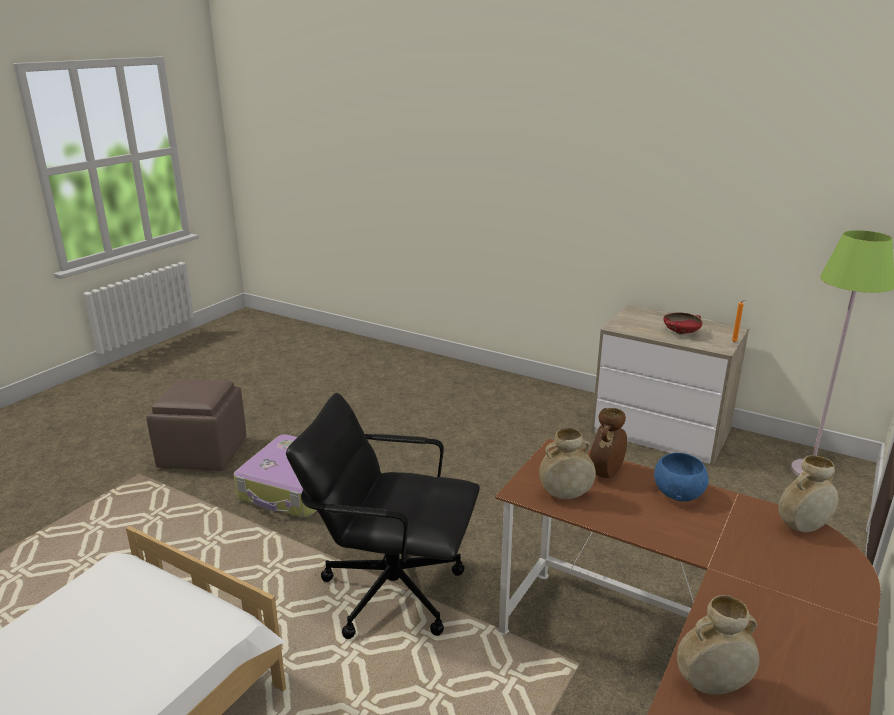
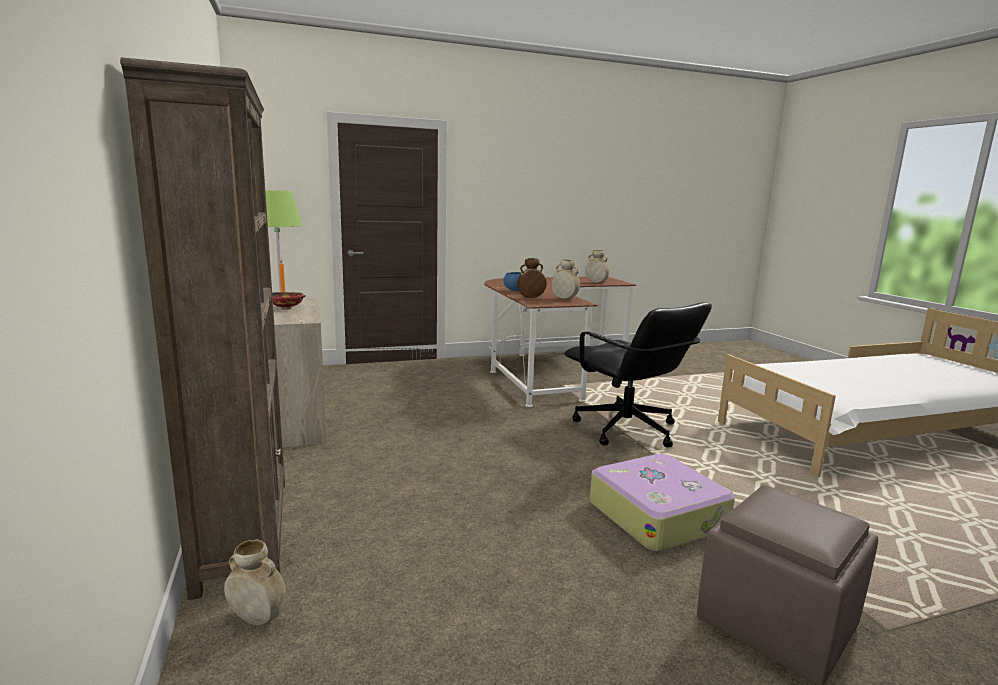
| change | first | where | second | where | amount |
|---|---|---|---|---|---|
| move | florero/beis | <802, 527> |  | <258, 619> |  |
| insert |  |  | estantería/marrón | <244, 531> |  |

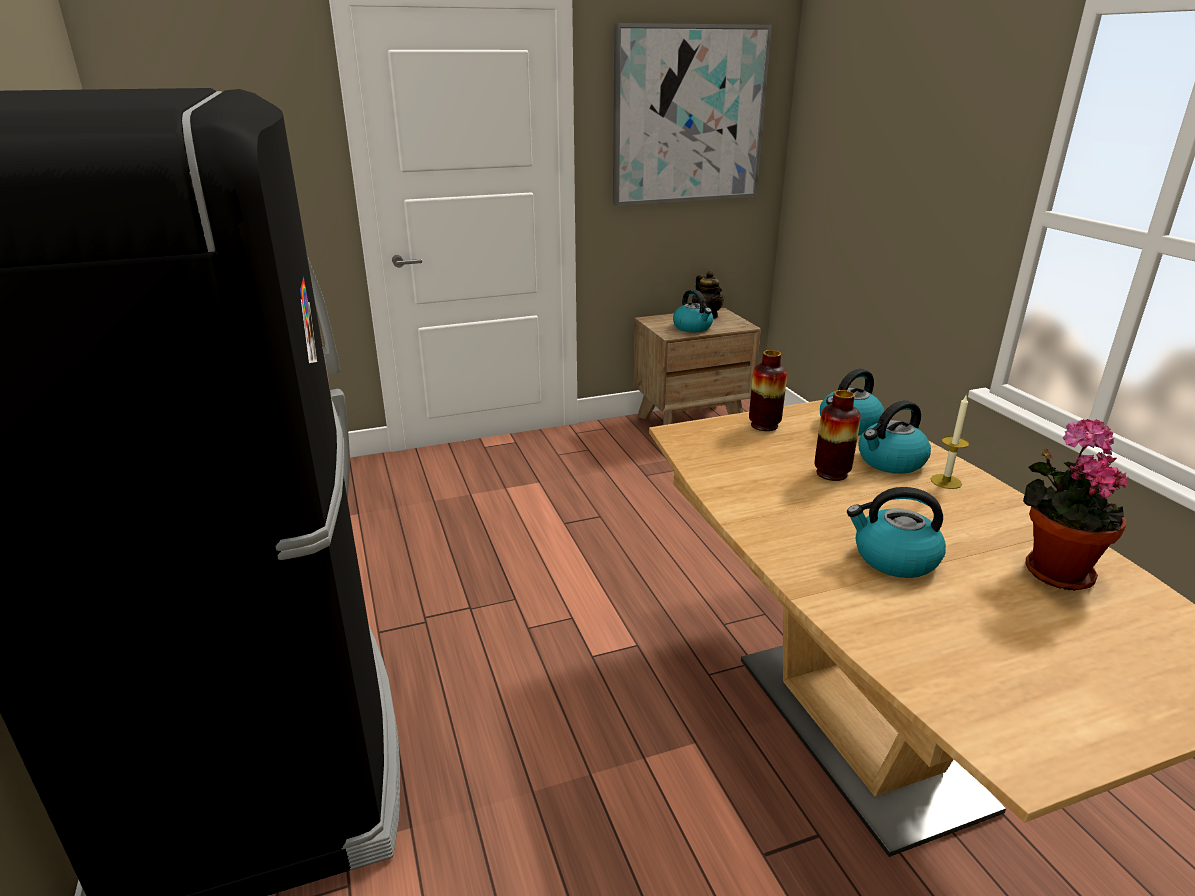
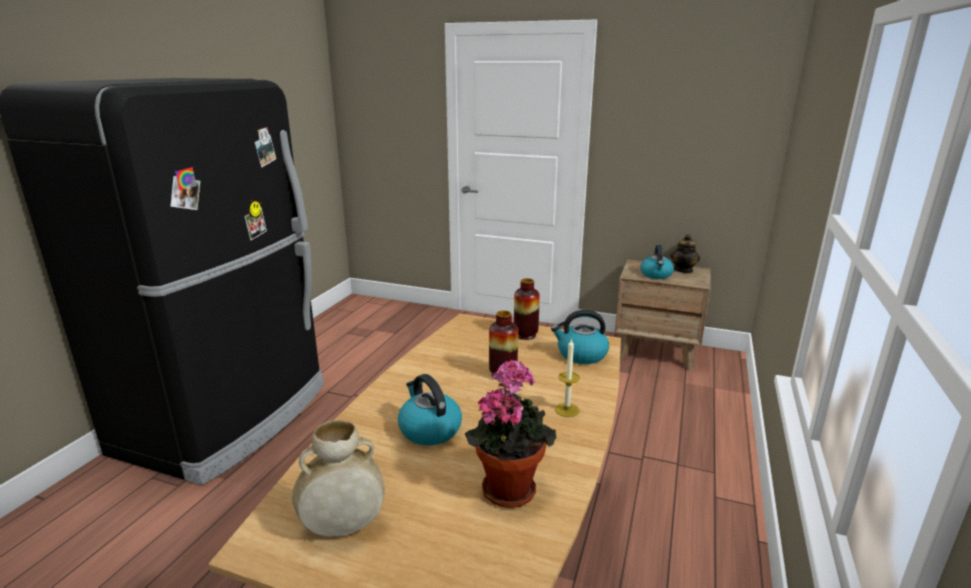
| change | first | where | second | where | amount |
|---|---|---|---|---|---|
| delete | cuadro | <689, 116> |  |  |  |
| delete | hervidor | <890, 461> |  |  |  |
| insert |  |  | florero/beis | <343, 527> |  |

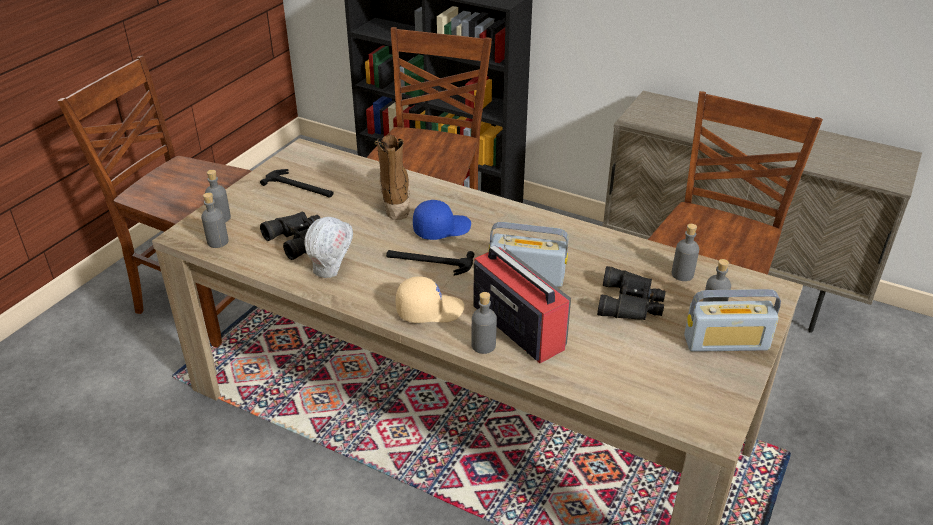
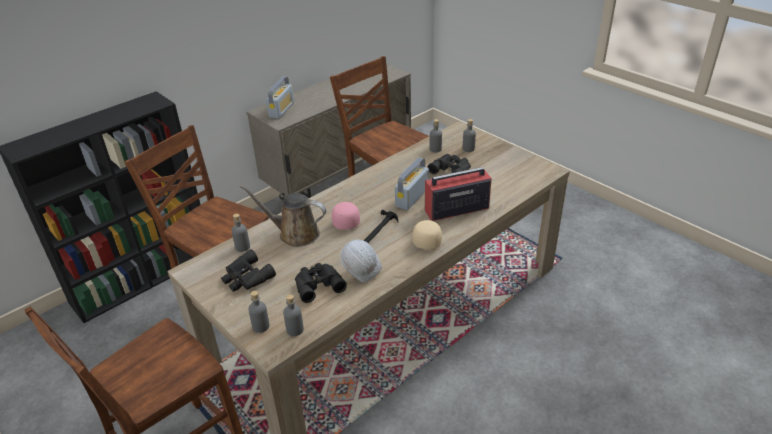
| change | first | where | second | where | amount |
|---|---|---|---|---|---|
| replace | bota | <394, 198> | regadera/marrón | <295, 233> |  |
| replace | martillo | <300, 187> | prismáticos/negro | <246, 277> |  |
| recolor | gorra/azul | <441, 228> | gorra/rosa | <345, 219> |  |
| move | radio | <726, 343> |  | <281, 110> |  |
| move | botella/gris | <483, 345> |  | <242, 247> |  |

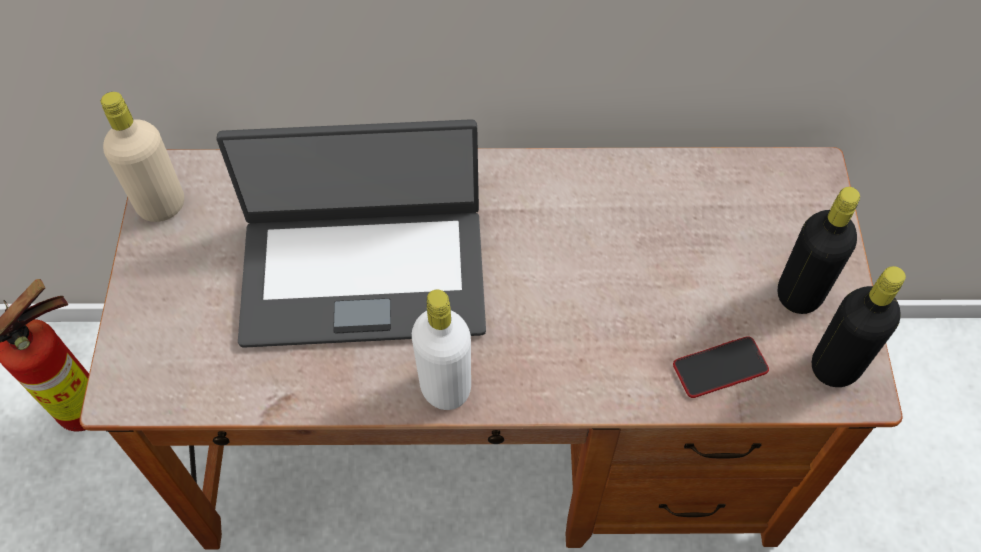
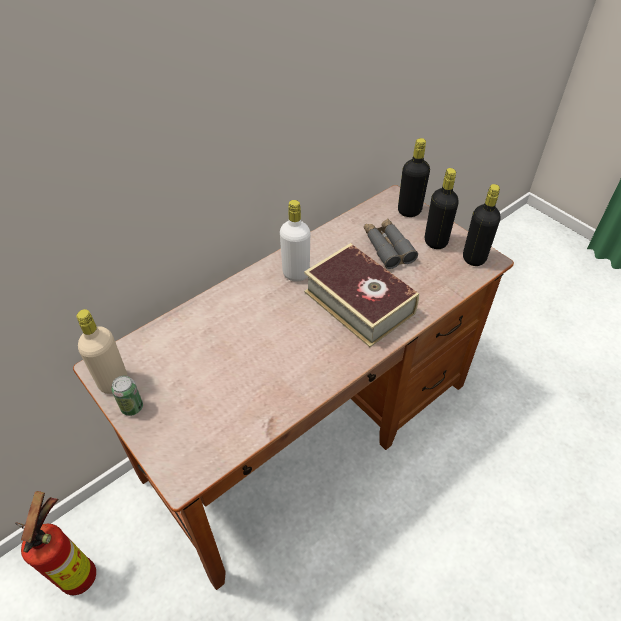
| change | first | where | second | where | amount |
|---|---|---|---|---|---|
| delete | portátil | <363, 273> |  |  |  |
| move | botella/blanco | <445, 388> |  | <296, 273> |  |
| delete | móvil | <720, 368> |  |  |  |
| insert |  |  | botella/negro | <409, 211> |  |
| insert |  |  | prismáticos/gris | <387, 247> |  |
| insert |  |  | libro | <359, 302> |  |
| insert |  |  | lata | <132, 407> |  |

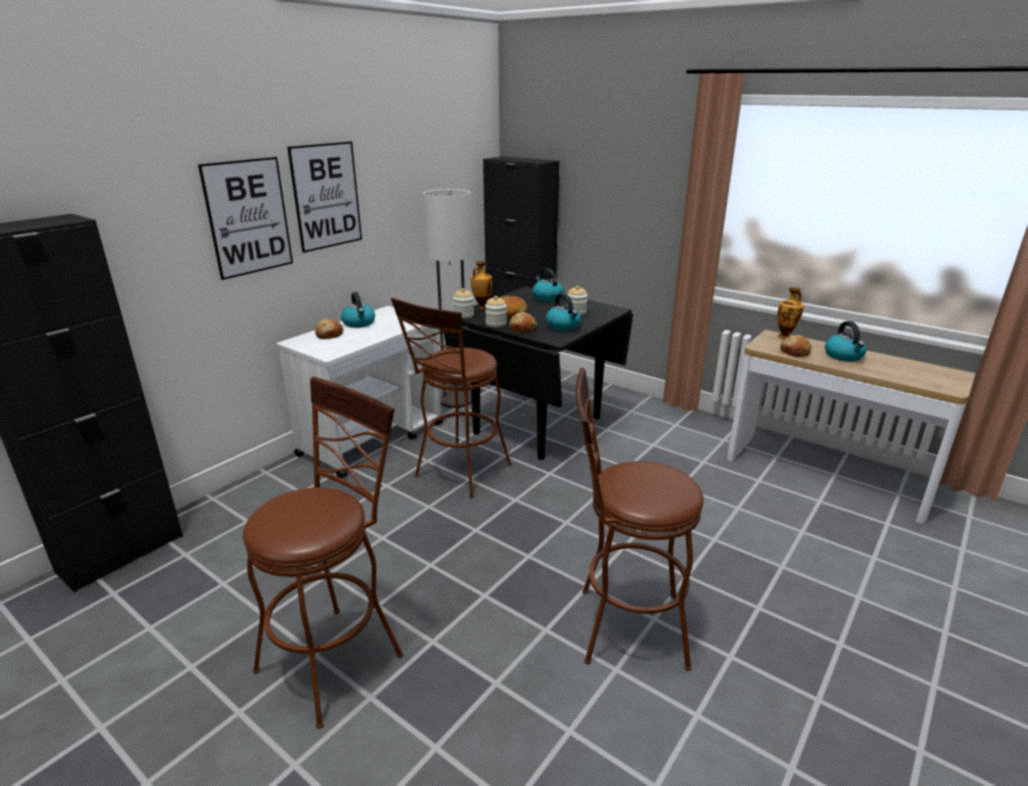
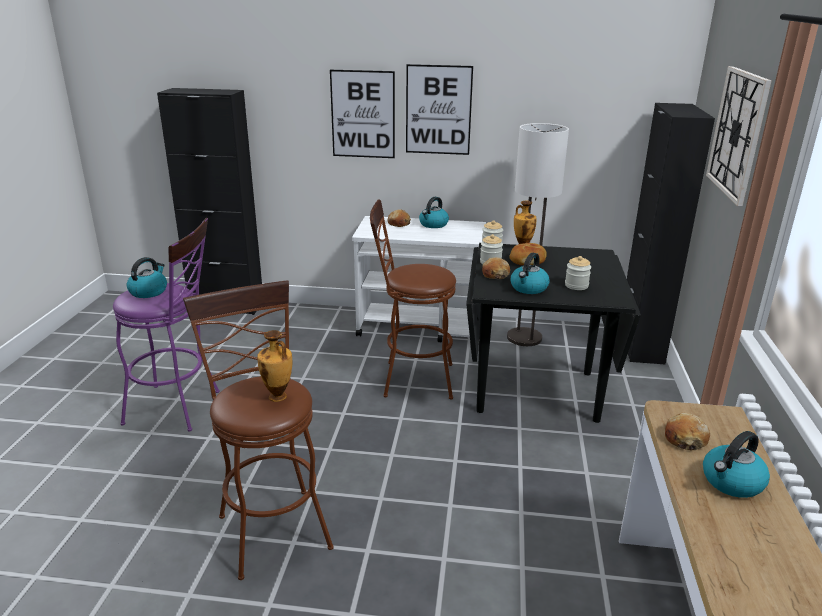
| change | first | where | second | where | amount |
|---|---|---|---|---|---|
| move | hervidor | <547, 297> |  | <149, 291> |  |
| move | florero | <785, 337> |  | <278, 397> |  |
| recolor | taburete/marrón | <339, 655> | taburete/morado | <180, 407> |  |
| insert |  |  | reloj de pared | <737, 133> |  |

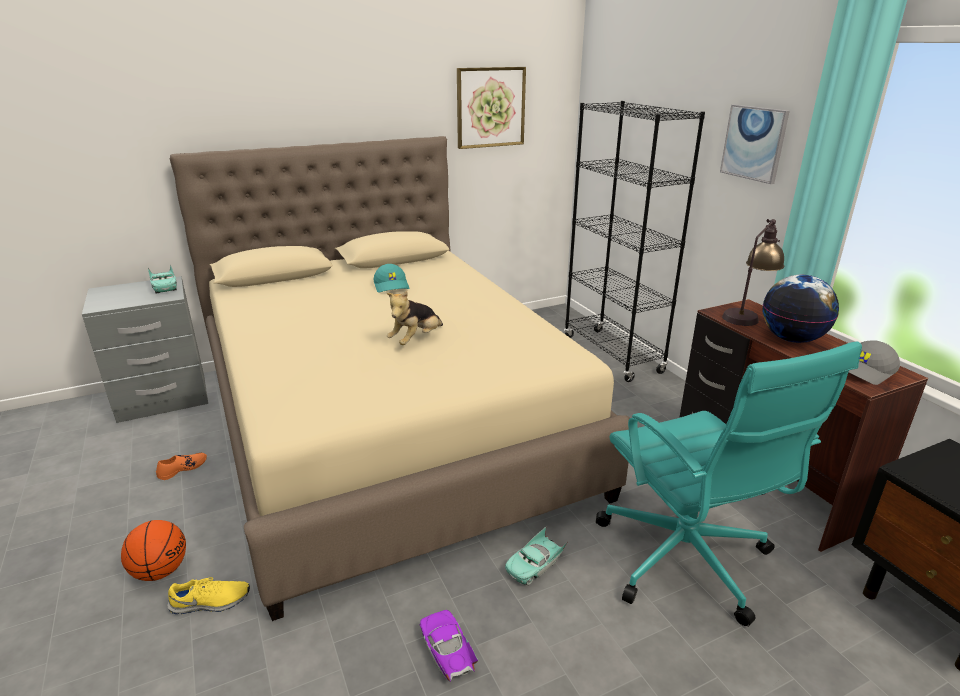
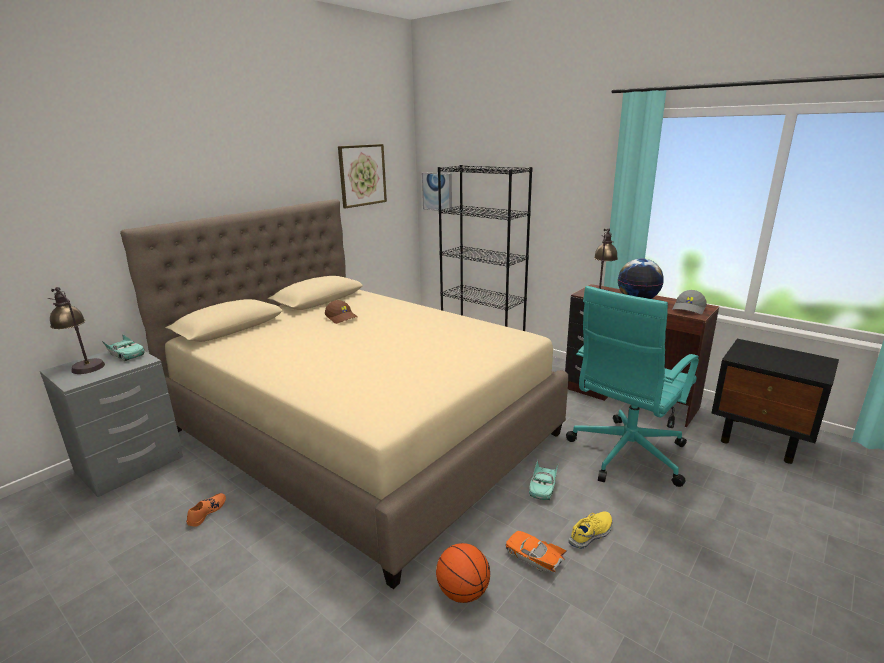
| change | first | where | second | where | amount |
|---|---|---|---|---|---|
| move | cuadro | <754, 143> |  | <437, 191> |  |
| recolor | gorra/turquesa | <392, 286> | gorra/marrón | <342, 317> |  |
| delete | peluche | <416, 340> |  |  |  |
| rotate | silla de oficina/turquesa | <686, 561> |  | <625, 455> | 90 degrees clockwise |
| move | balón de baloncesto | <160, 570> |  | <462, 592> |  |
| move | zapato/amarillo | <210, 602> |  | <591, 534> |  |
| recolor | coche de juguete/morado | <447, 651> | coche de juguete/naranja | <534, 557> |  |
| insert |  |  | lámpara de mesa | <83, 365> |  |

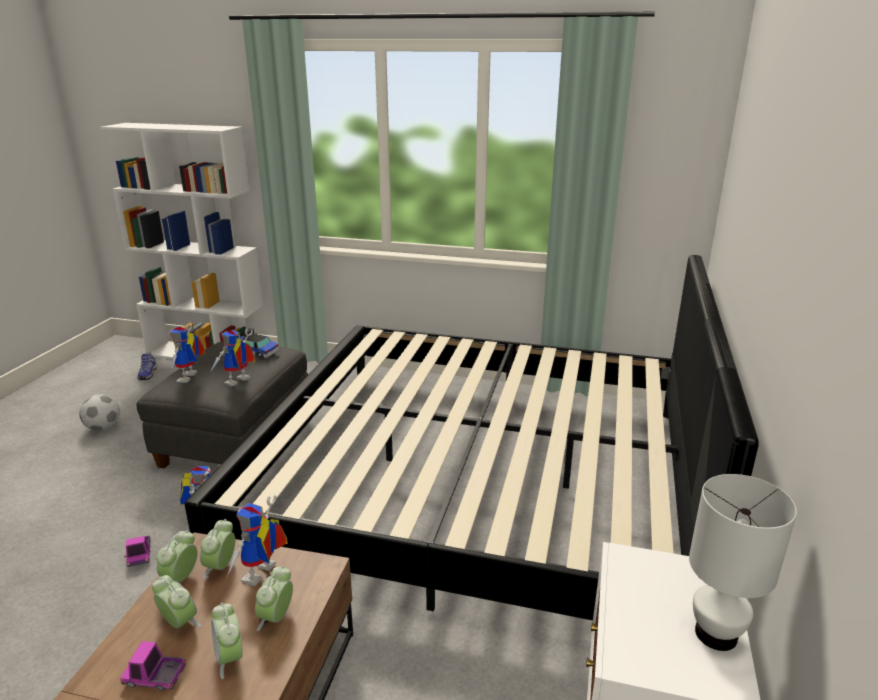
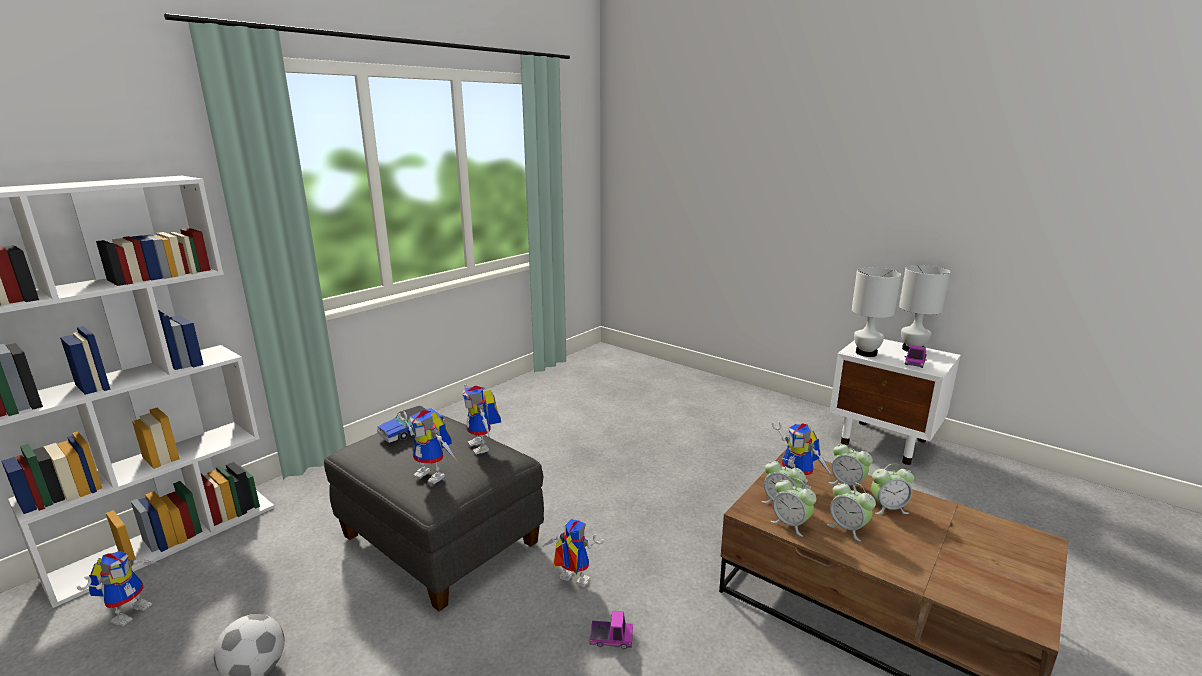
| change | first | where | second | where | amount |
|---|---|---|---|---|---|
| delete | cama | <478, 478> |  |  |  |
| replace | zapato | <147, 374> | robot de juguete | <131, 610> |  |
| rotate | despertador | <179, 623> |  | <848, 528> | 105 degrees counterclockwise |
| move | camión de juguete | <155, 676> |  | <915, 363> |  |
| insert |  |  | lámpara de mesa/blanco | <865, 353> |  |

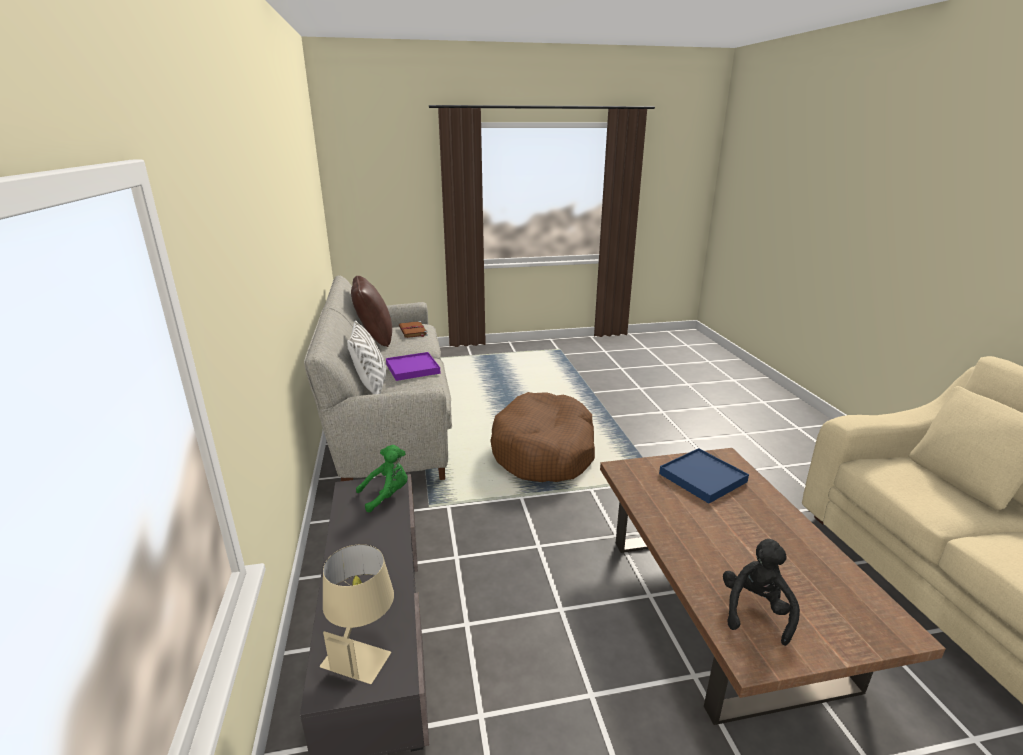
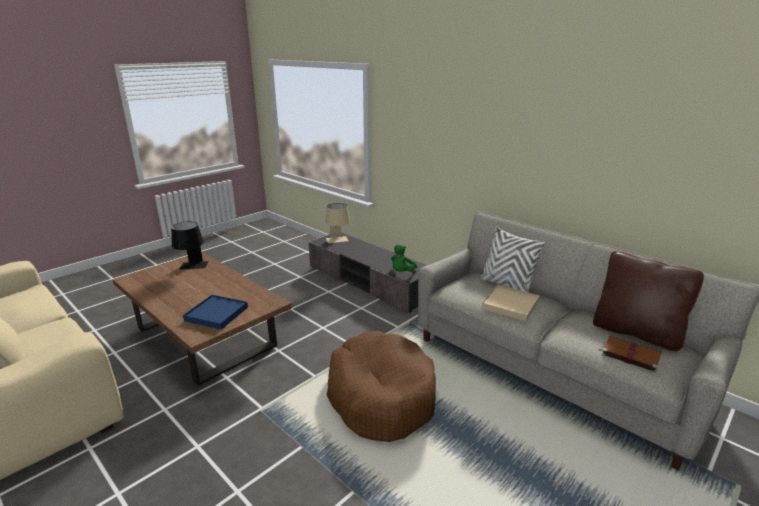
| change | first | where | second | where | amount |
|---|---|---|---|---|---|
| recolor | bandeja/morado | <413, 369> | bandeja/beis | <510, 305> |  |
| replace | peluche/negro | <755, 611> | lámpara de mesa/negro | <192, 267> |  |

